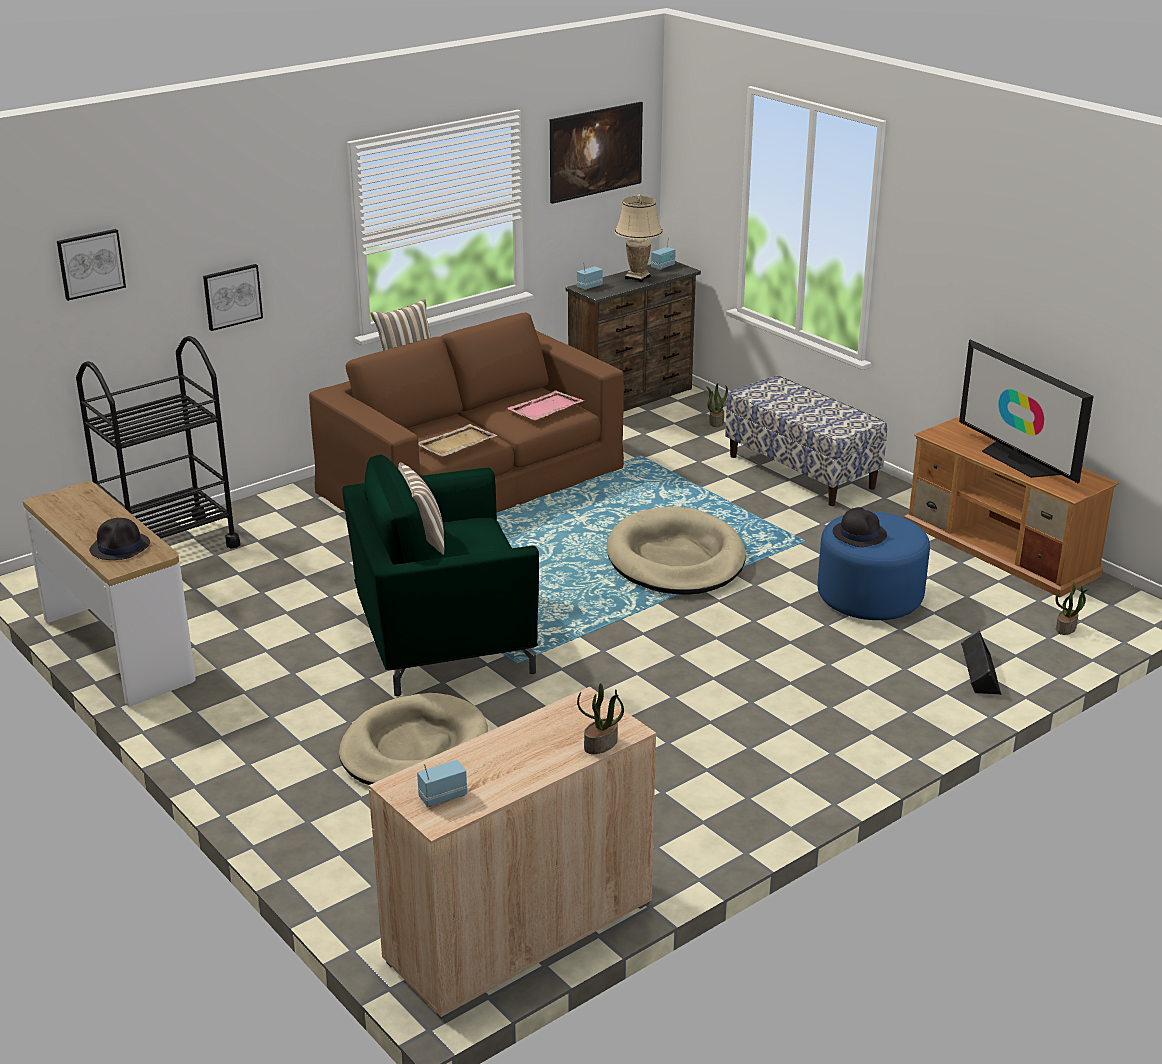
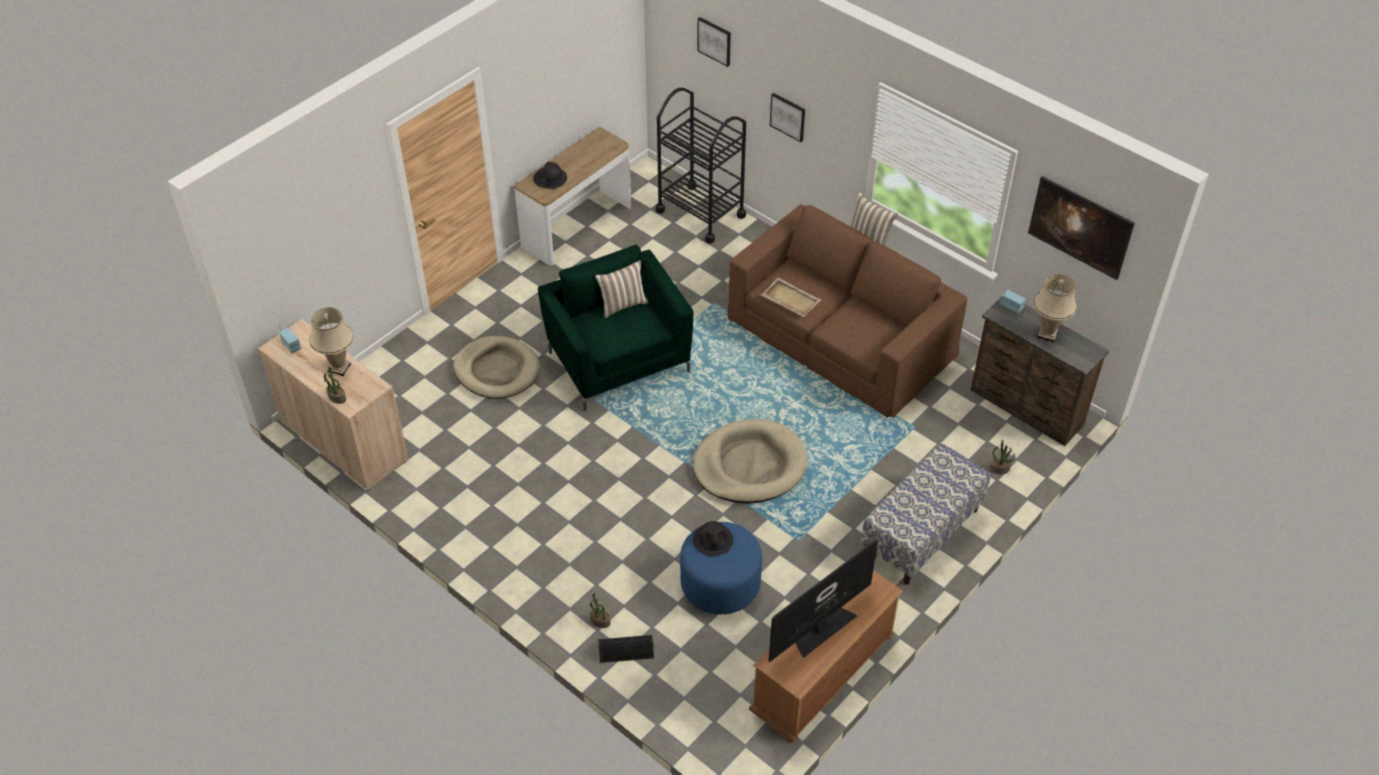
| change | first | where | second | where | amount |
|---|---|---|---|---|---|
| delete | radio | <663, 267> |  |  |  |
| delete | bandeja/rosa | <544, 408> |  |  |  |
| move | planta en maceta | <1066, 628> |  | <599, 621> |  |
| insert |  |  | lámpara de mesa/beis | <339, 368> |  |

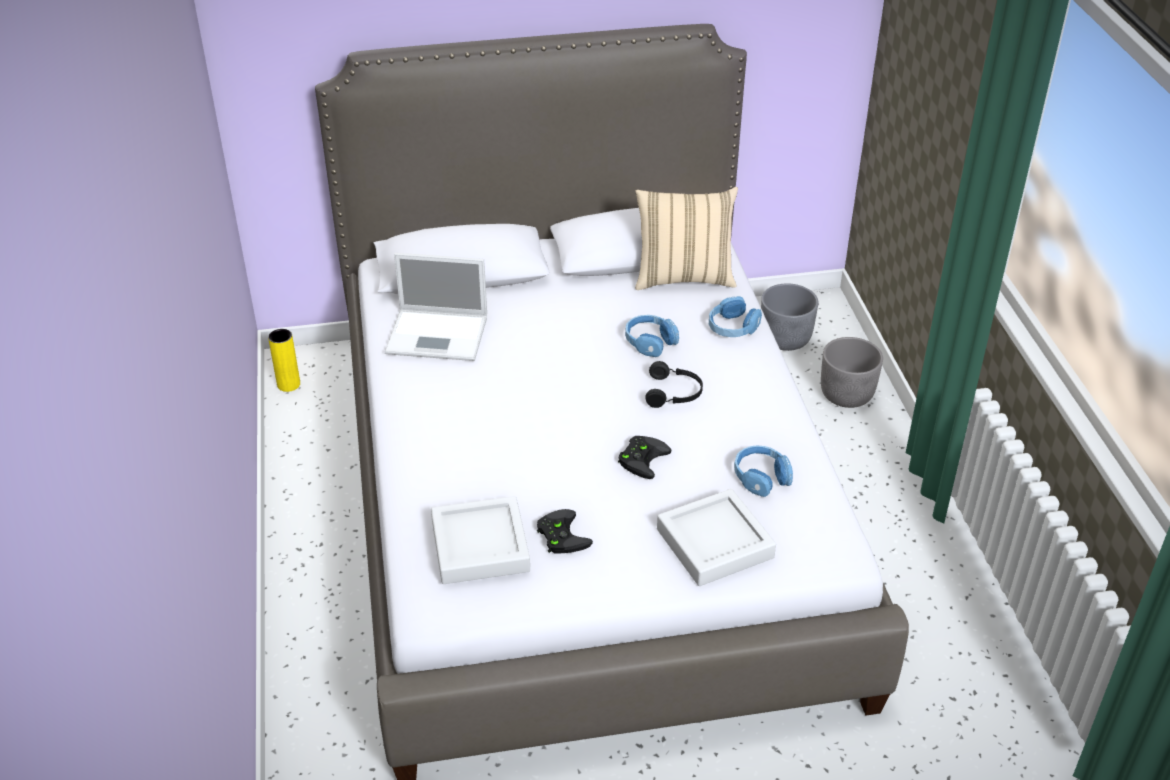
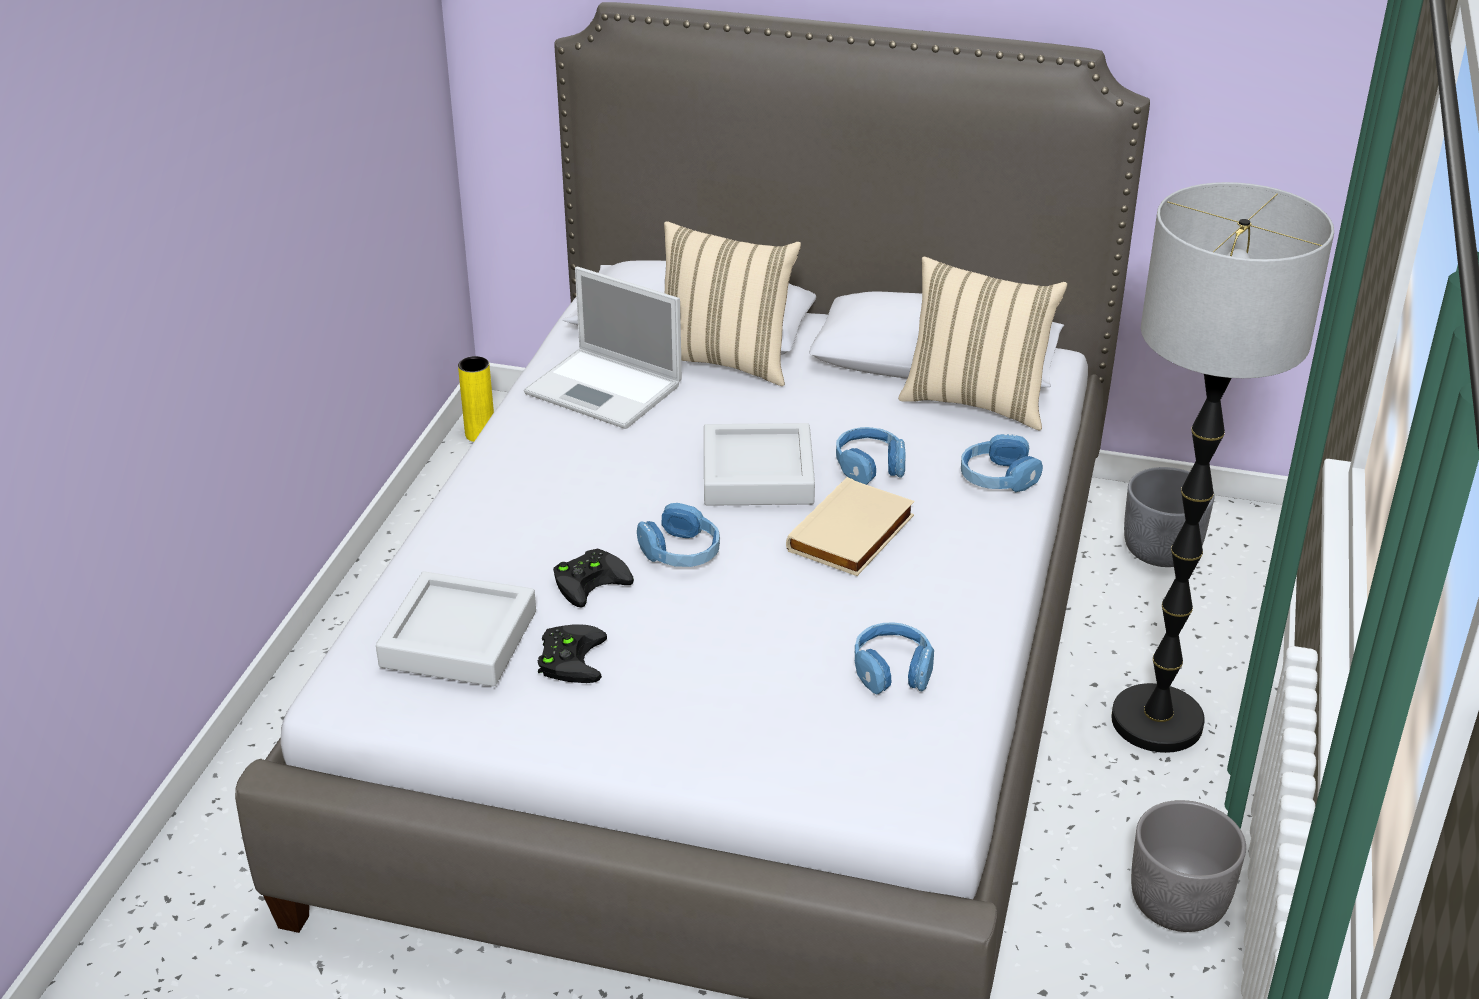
| change | first | where | second | where | amount |
|---|---|---|---|---|---|
| move | maceta/gris | <846, 395> |  | <1177, 903> |  |
| replace | auriculares/negro | <674, 393> | libro/beis | <853, 535> |  |
| move | mando de consola/negro | <642, 457> |  | <591, 579> |  |
| move | bandeja/gris | <714, 543> |  | <757, 474> |  |
| insert |  |  | lámpara de pie | <1156, 721> |  |
| insert |  |  | cojín/beis | <725, 361> |  |
| insert |  |  | auriculares/azul | <680, 552> |  |

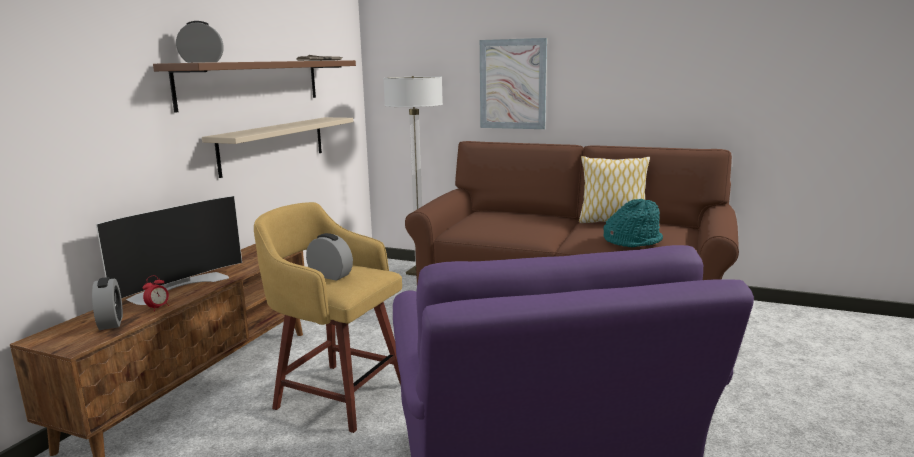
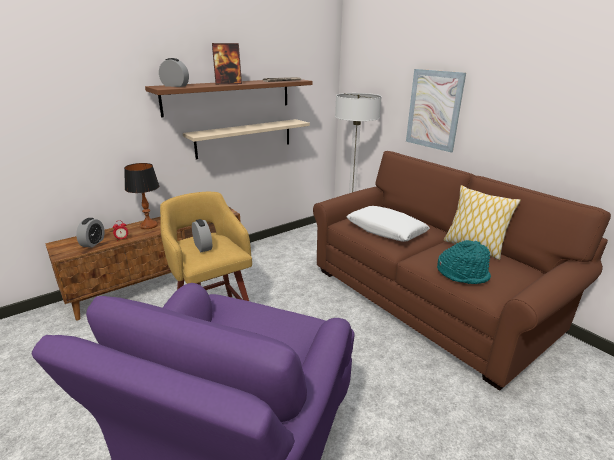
| change | first | where | second | where | amount |
|---|---|---|---|---|---|
| replace | televisor | <178, 286> | lámpara de mesa | <149, 225> |  |
| insert |  |  | portarretratos | <228, 83> |  |
| insert |  |  | cojín/blanco | <386, 231> |  |

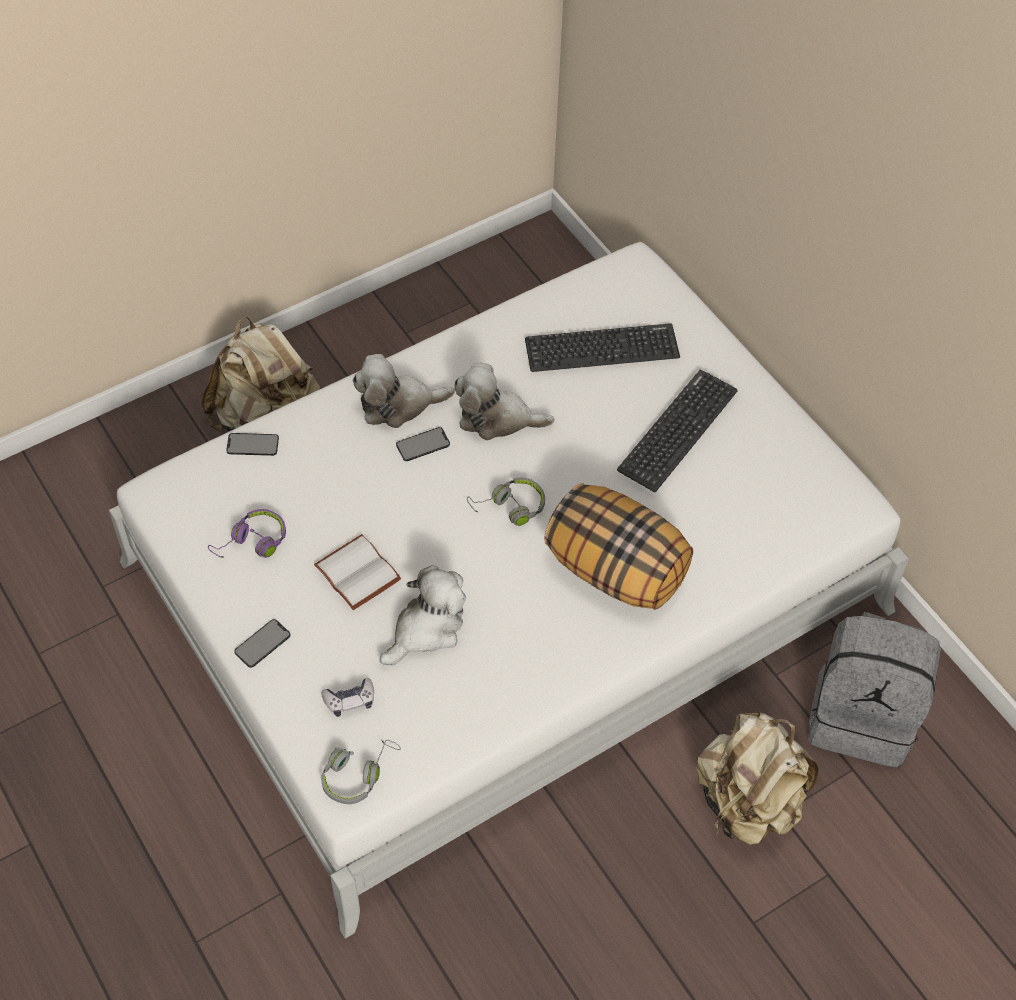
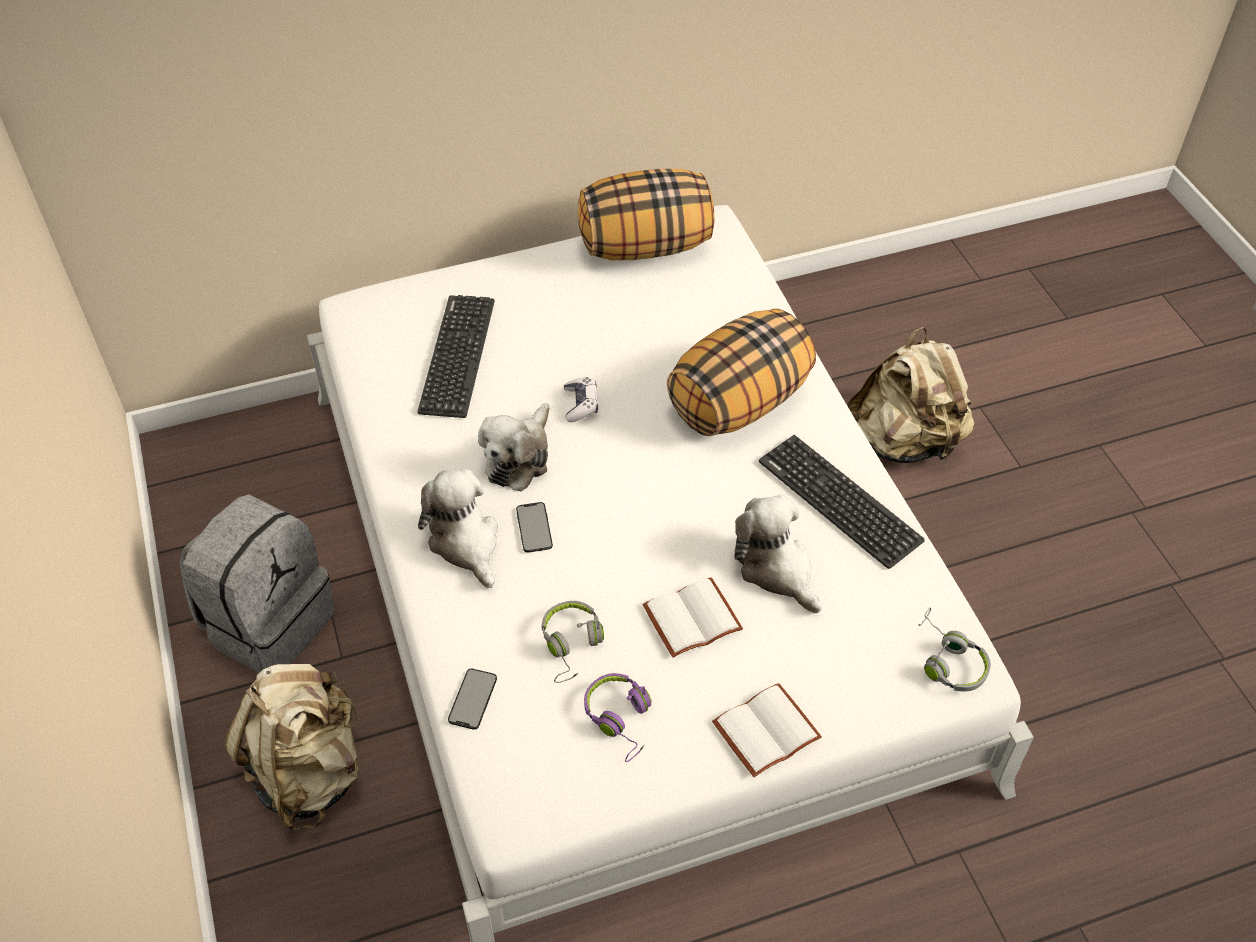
| change | first | where | second | where | amount |
|---|---|---|---|---|---|
| rotate | peluche | <398, 404> |  | <465, 543> | 150 degrees clockwise |
| move | teclado | <677, 430> |  | <839, 501> |  |
| move | auriculares/gris | <509, 507> |  | <572, 645> |  |
| move | mochila/gris | <862, 716> |  | <269, 622> |  |
| replace | móvil | <262, 643> | libro/blanco | <766, 728> |  |
| move | mando de consola | <350, 700> |  | <581, 404> |  |
| insert |  |  | cojín | <646, 246> |  |

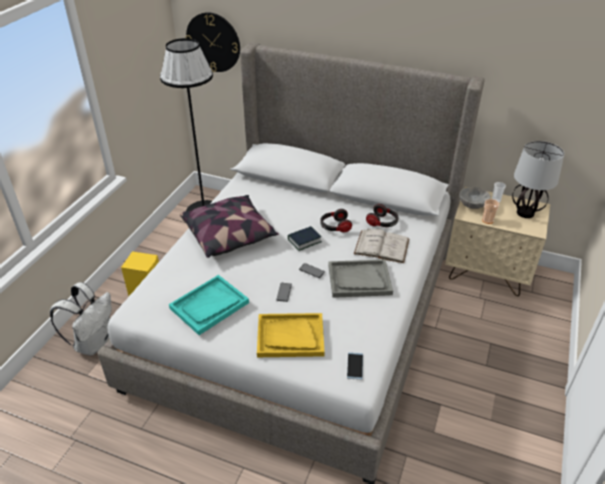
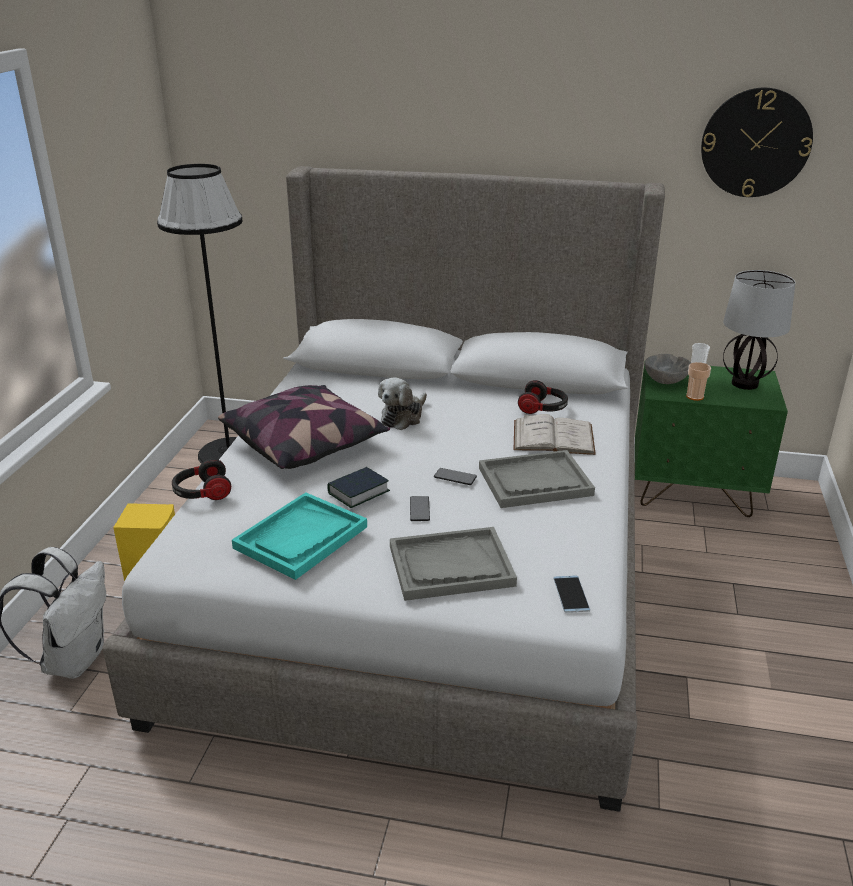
| change | first | where | second | where | amount |
|---|---|---|---|---|---|
| move | reloj de pared | <213, 42> |  | <755, 143> |  |
| recolor | mesita de noche/beis | <486, 273> | mesita de noche/verde | <693, 493> |  |
| move | auriculares | <335, 227> |  | <202, 493> |  |
| move | libro | <304, 241> |  | <358, 492> |  |
| recolor | bandeja/amarillo | <290, 336> | bandeja/gris | <450, 566> |  |
| insert |  |  | peluche | <403, 417> |  |

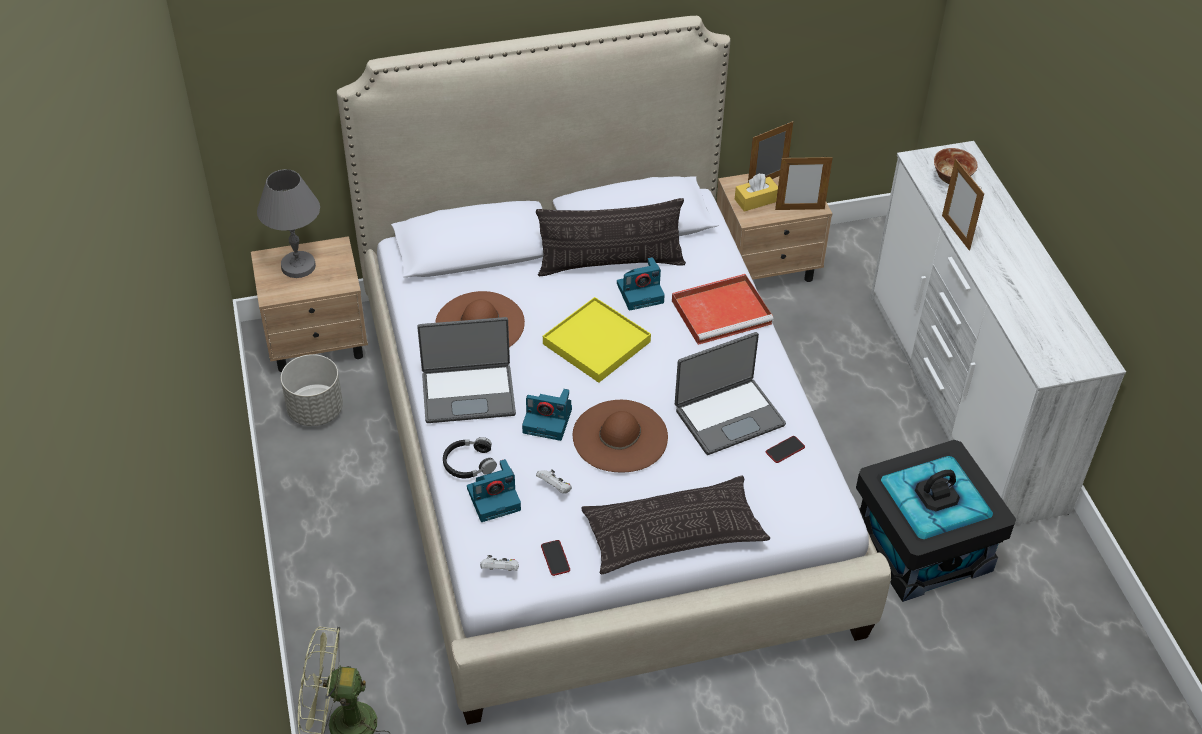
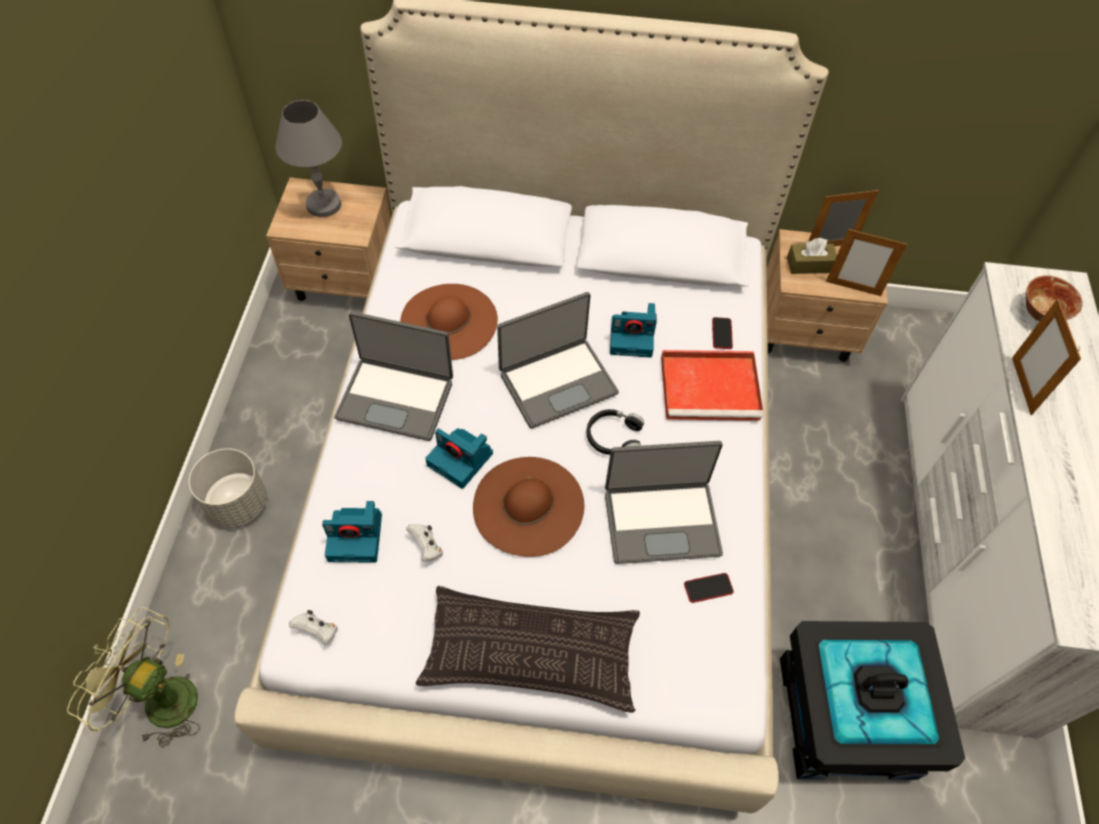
| change | first | where | second | where | amount |
|---|---|---|---|---|---|
| recolor | caja de pañuelos/amarillo | <756, 200> | caja de pañuelos/marrón | <809, 265> |  |
| delete | cojín | <610, 263> |  |  |  |
| replace | bandeja/amarillo | <596, 342> | portátil | <557, 382> |  |
| move | maceta/gris | <315, 411> |  | <237, 504> |  |
| move | auriculares/negro | <469, 463> |  | <614, 437> |  |
| move | móvil | <555, 558> |  | <722, 333> |  |

